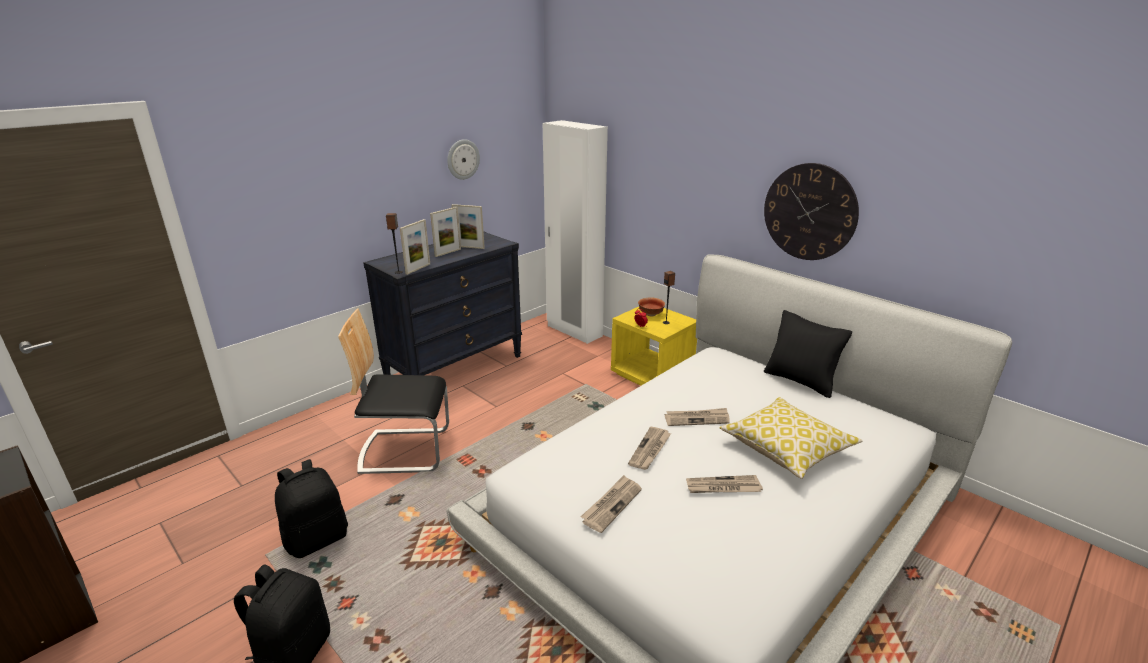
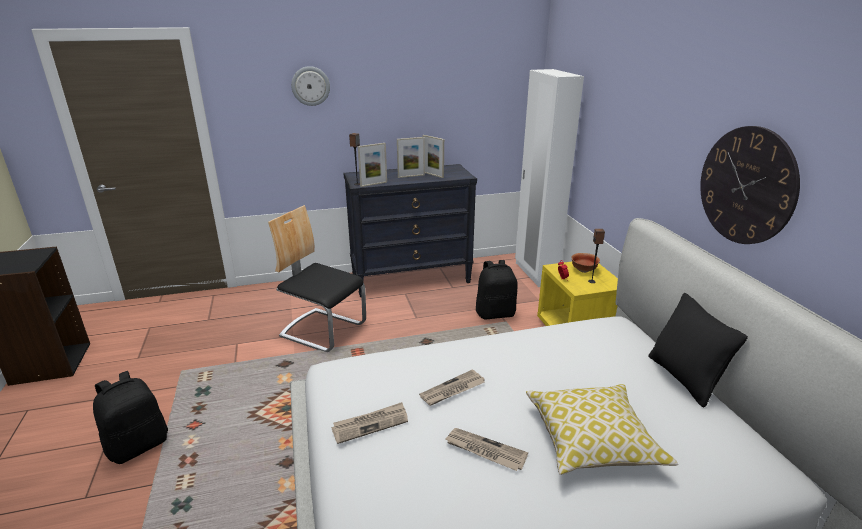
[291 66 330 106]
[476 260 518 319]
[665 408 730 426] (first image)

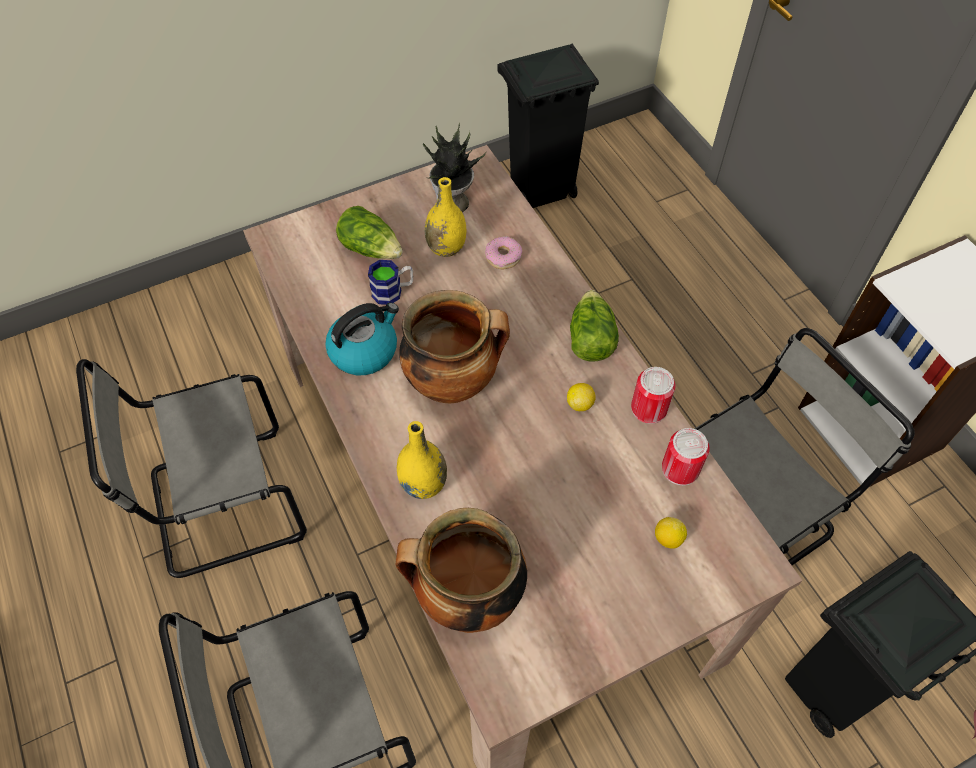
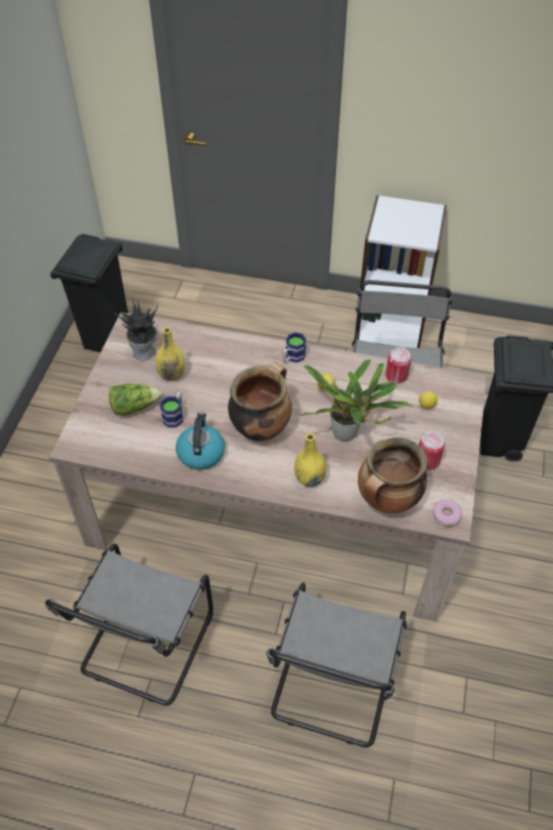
[283 332 306 363]
[299 359 412 441]
[419 431 445 470]
[433 500 462 527]

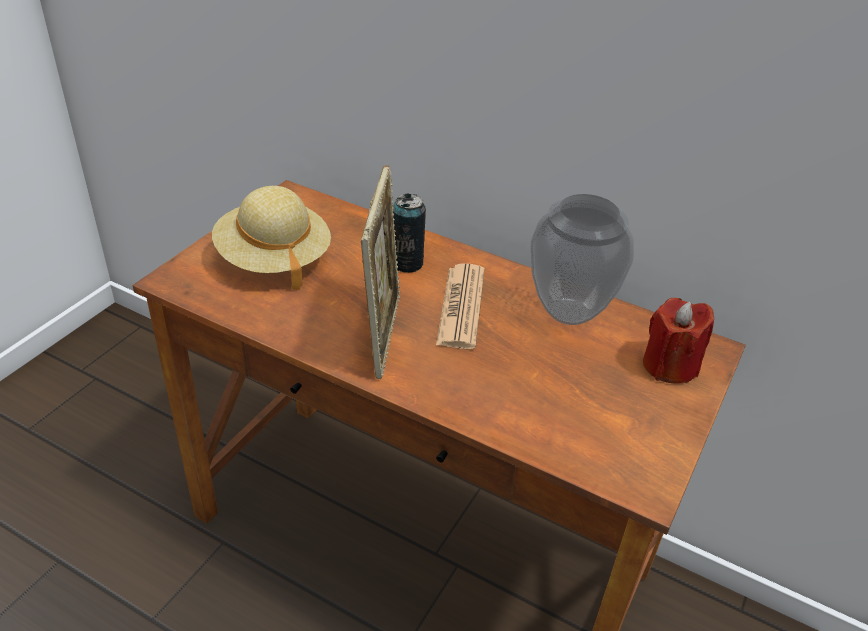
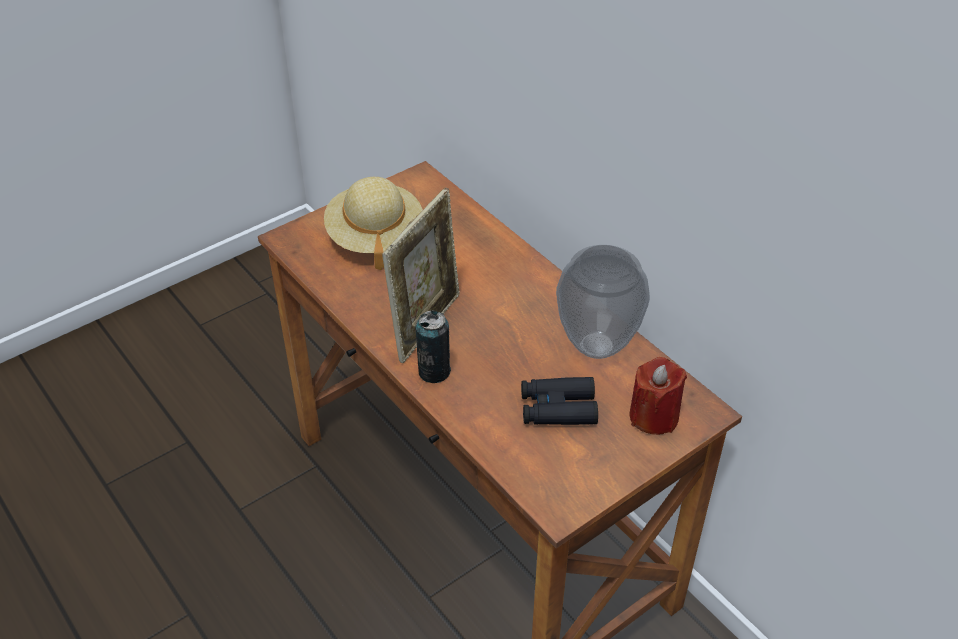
[415 310 451 383]
[521 377 598 425]
[436 263 485 349] (first image)

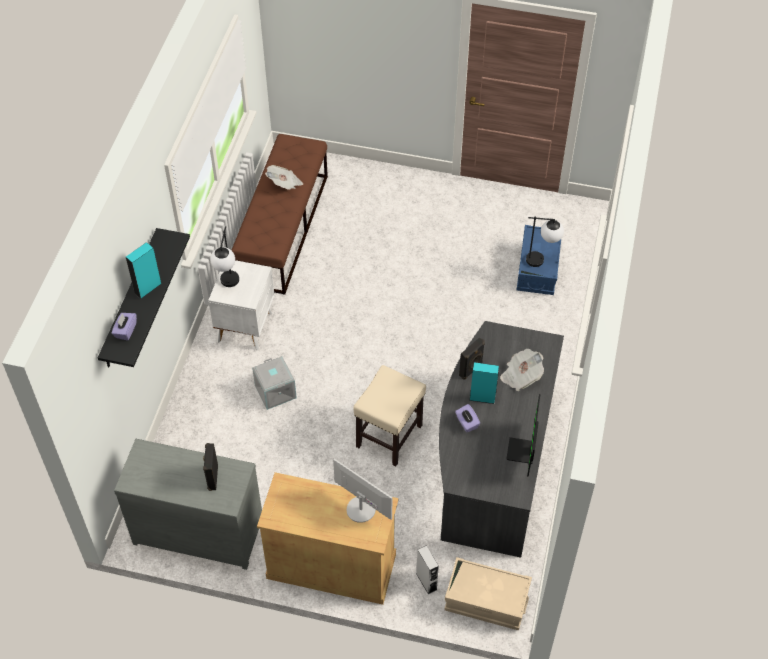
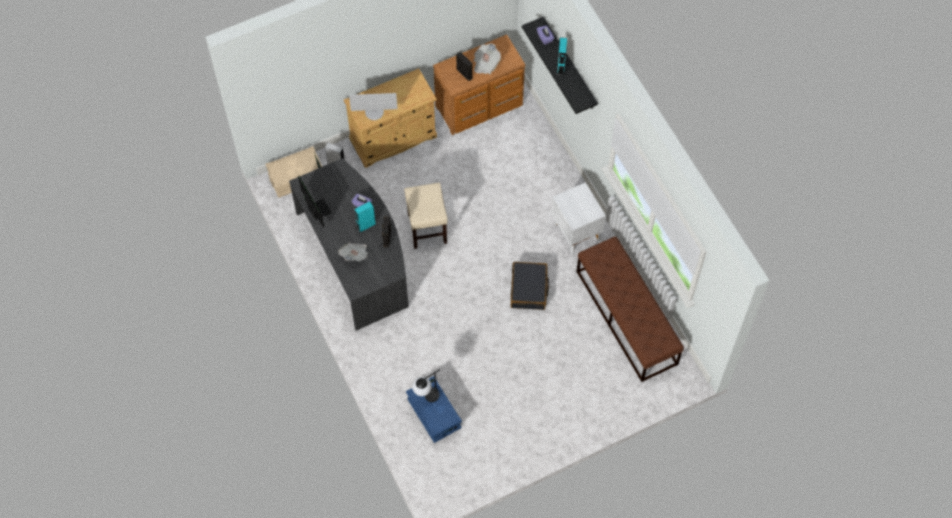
[433 34 525 135]
[473 43 501 74]
[511 262 549 310]
[210 226 239 287] (first image)
[252 356 297 410] (first image)

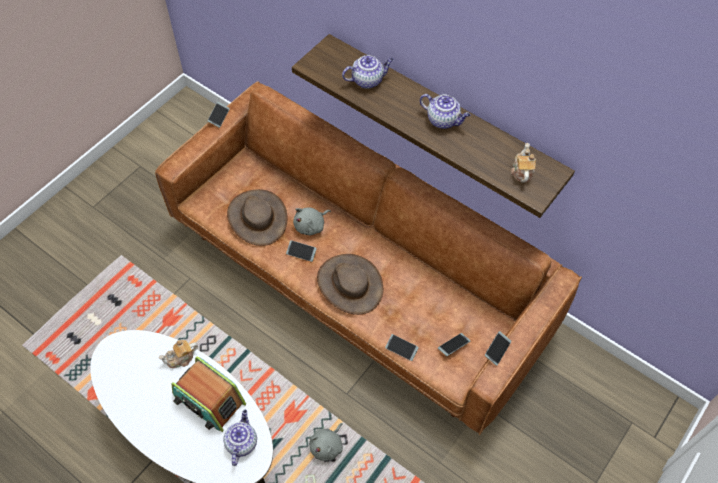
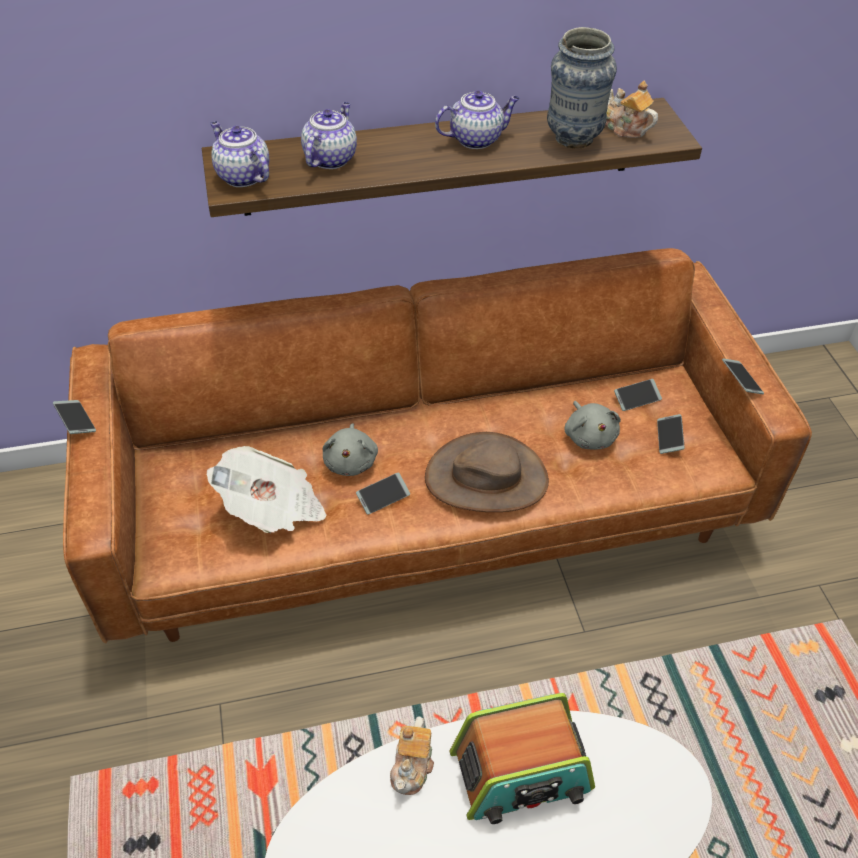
[207 446 327 533]
[210 121 269 187]
[547 27 617 148]
[564 401 621 450]
[614 379 662 411]

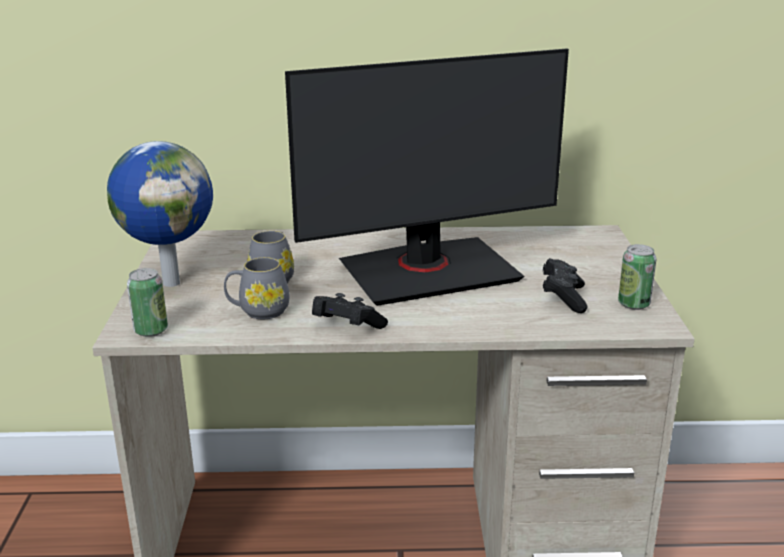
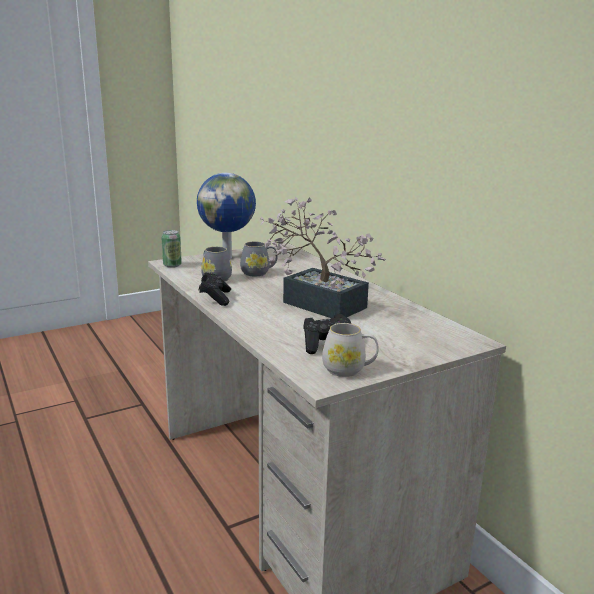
[261 197 386 318]
[322 323 379 377]

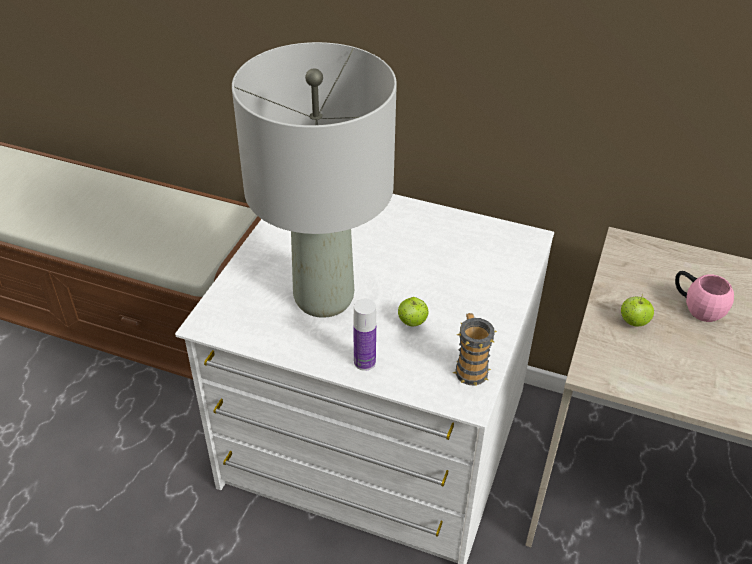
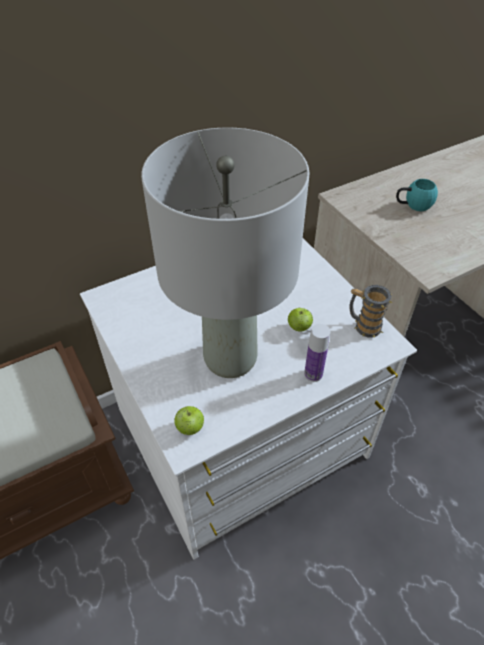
[174 406 204 435]
[396 179 438 211]

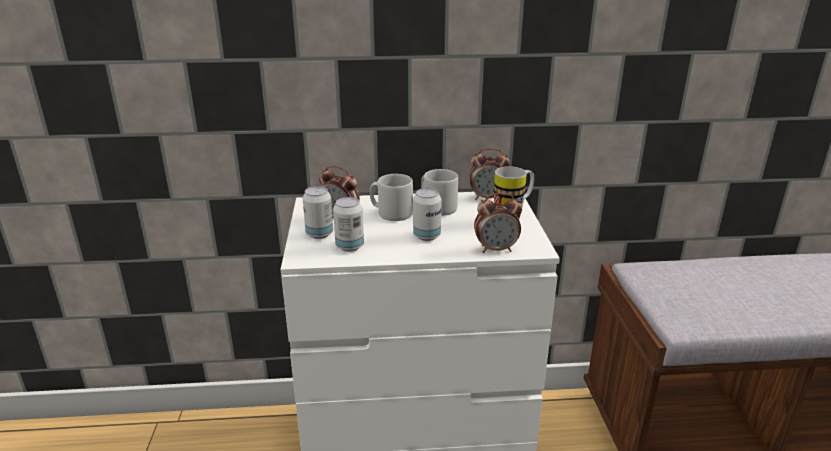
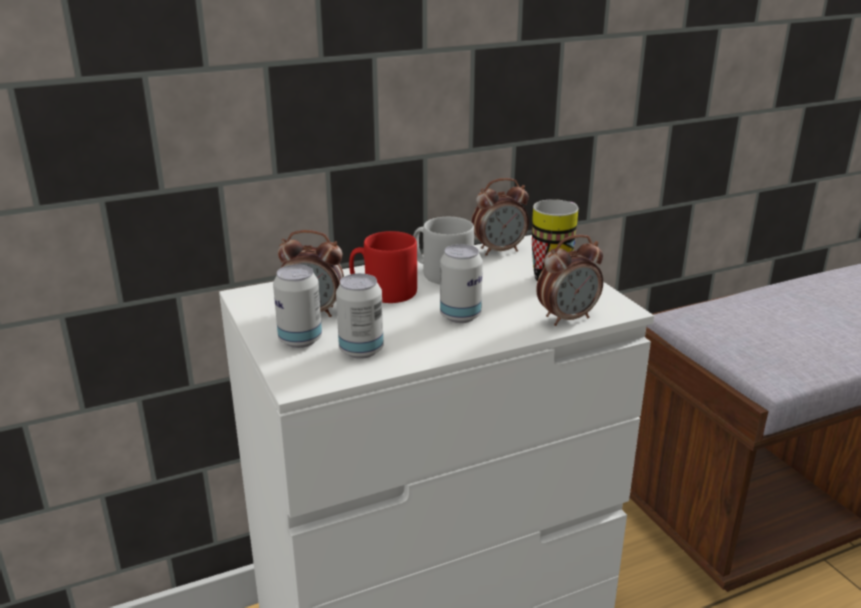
[349 231 417 303]

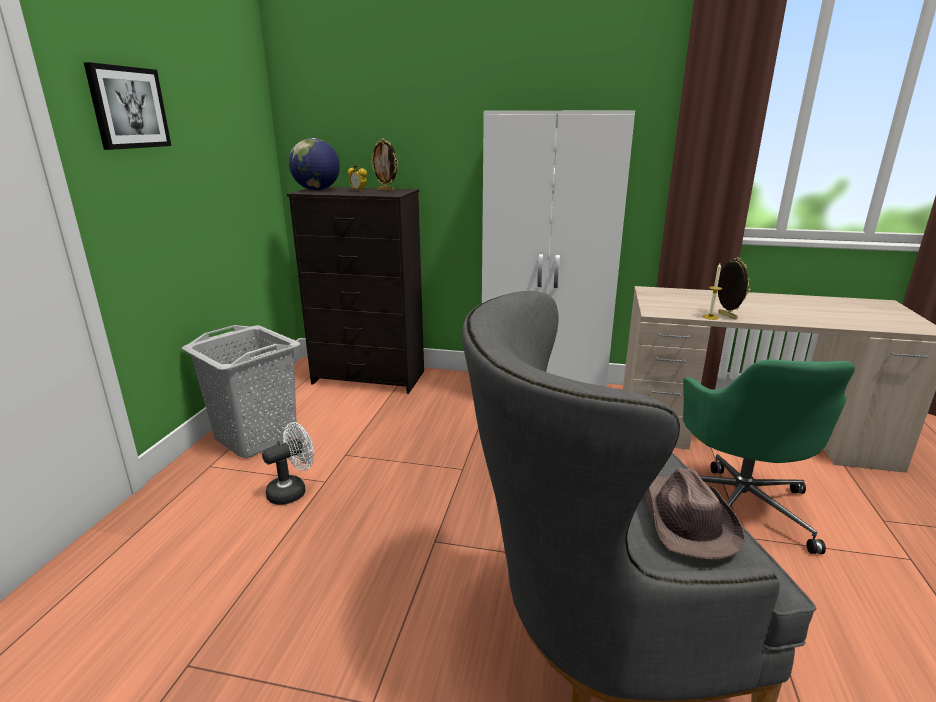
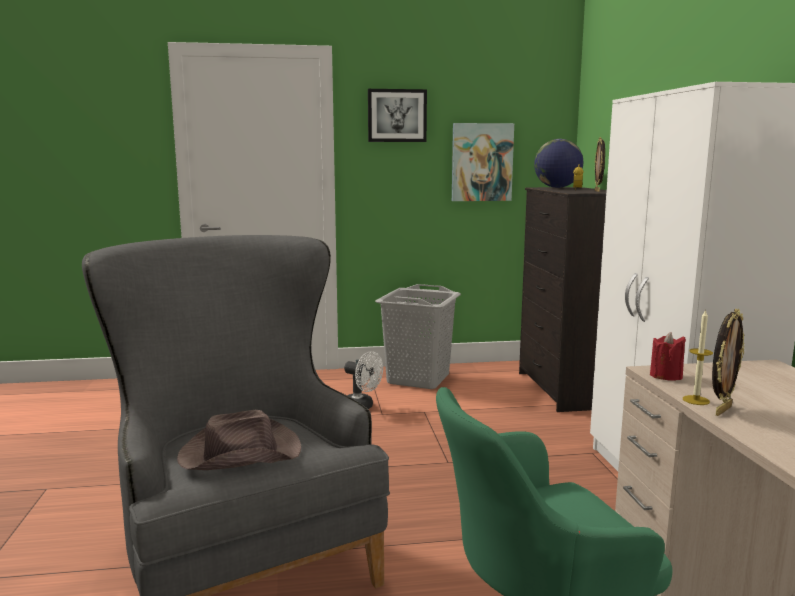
[452 123 514 201]
[650 332 686 381]

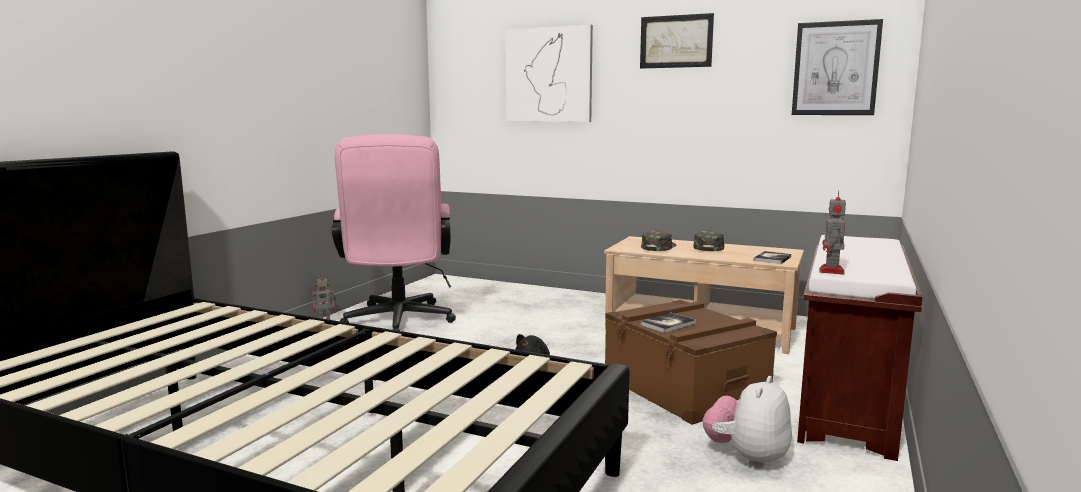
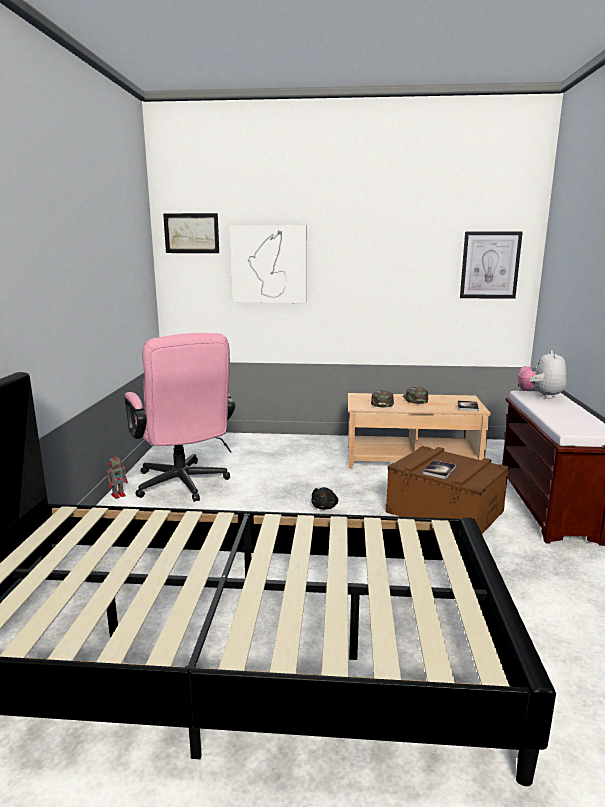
[163 213 219 253]
[518 350 566 399]
[819 190 846 274] (first image)

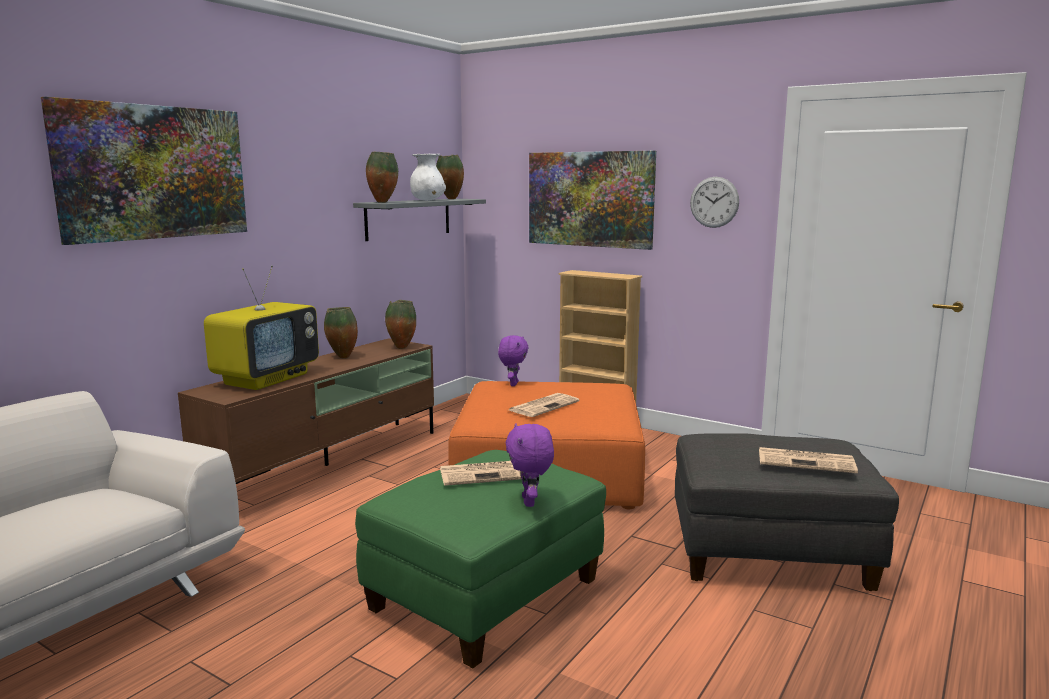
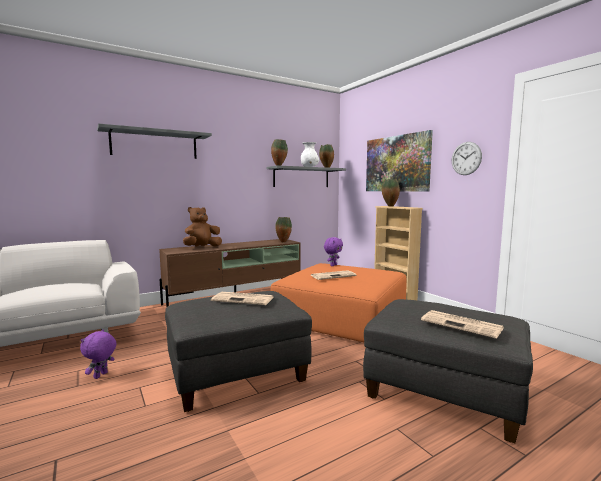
[80 330 117 379]
[97 124 212 159]
[165 291 312 412]
[183 207 222 246]
[382 179 400 207]

